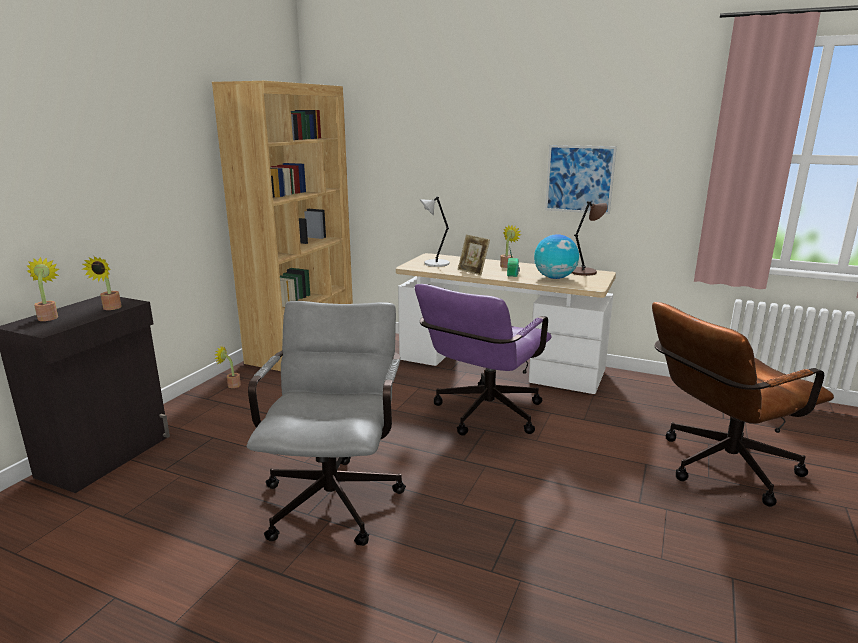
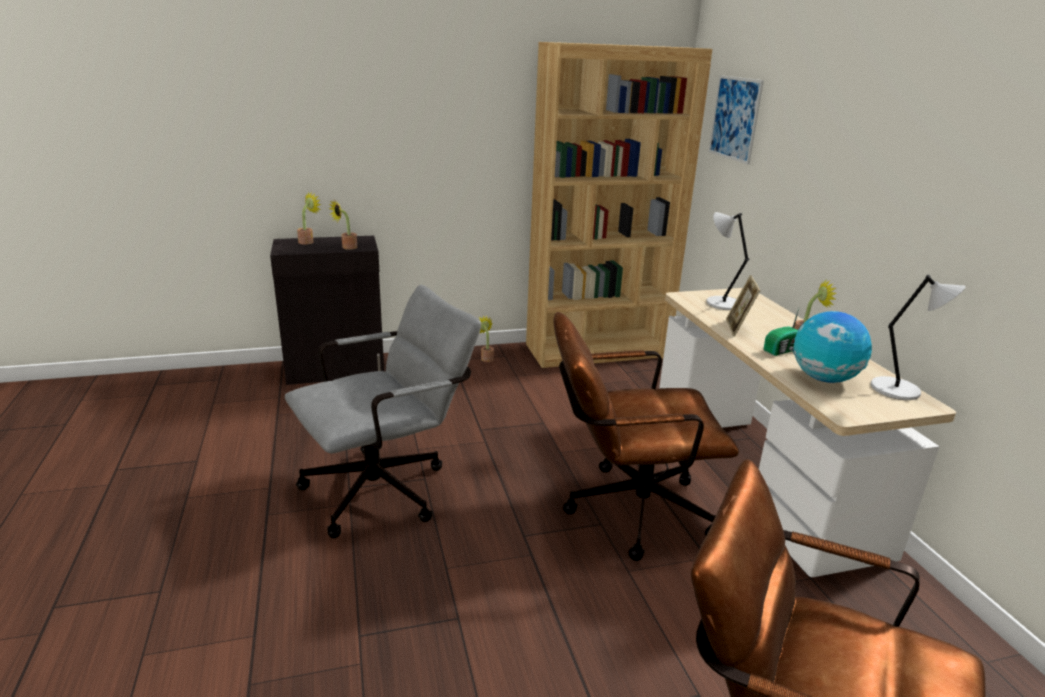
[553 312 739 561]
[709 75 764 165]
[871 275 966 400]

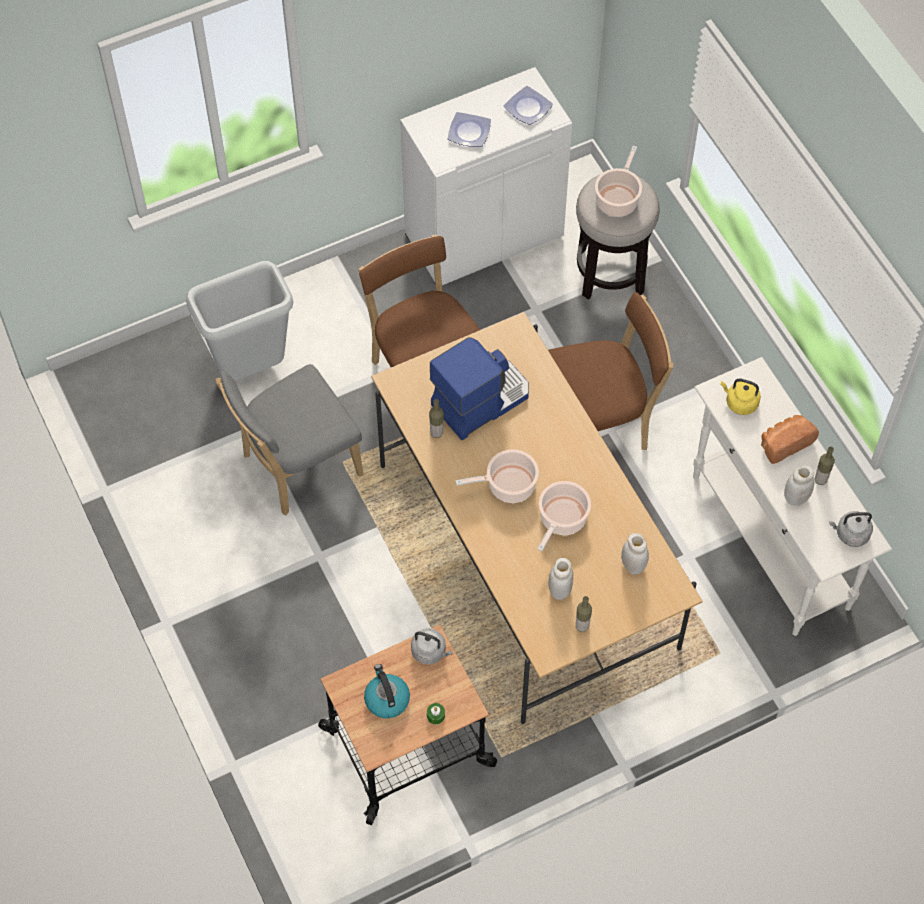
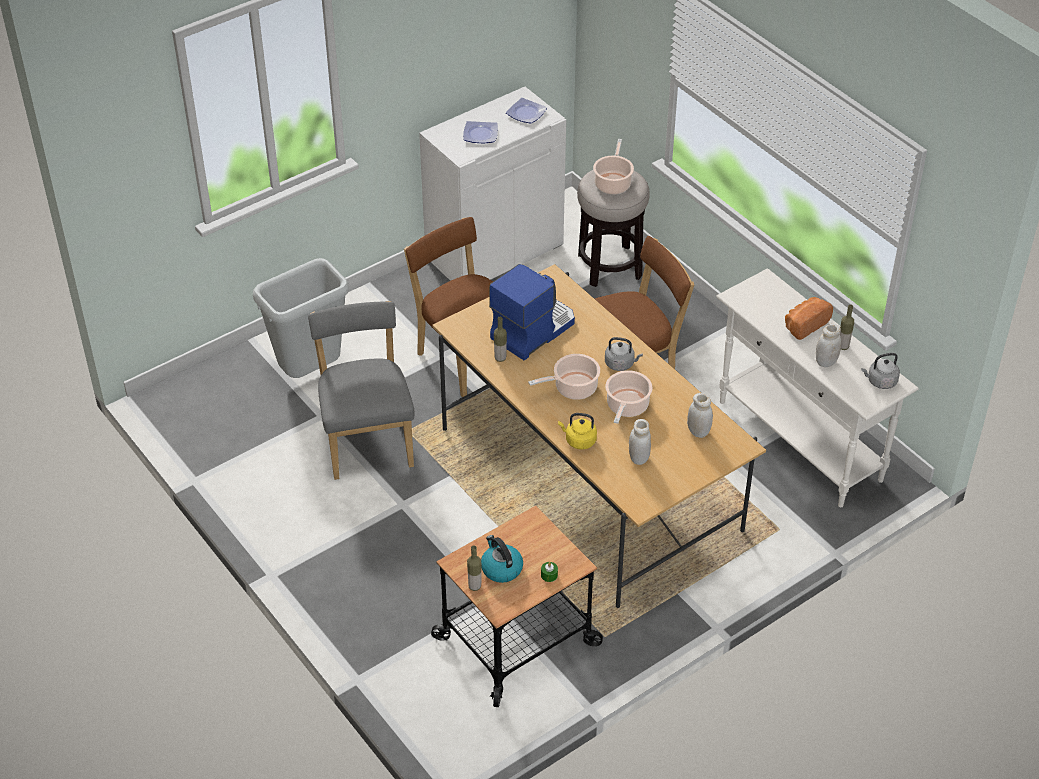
[308 301 414 480]
[467 546 481 591]
[558 413 597 449]
[605 337 643 371]

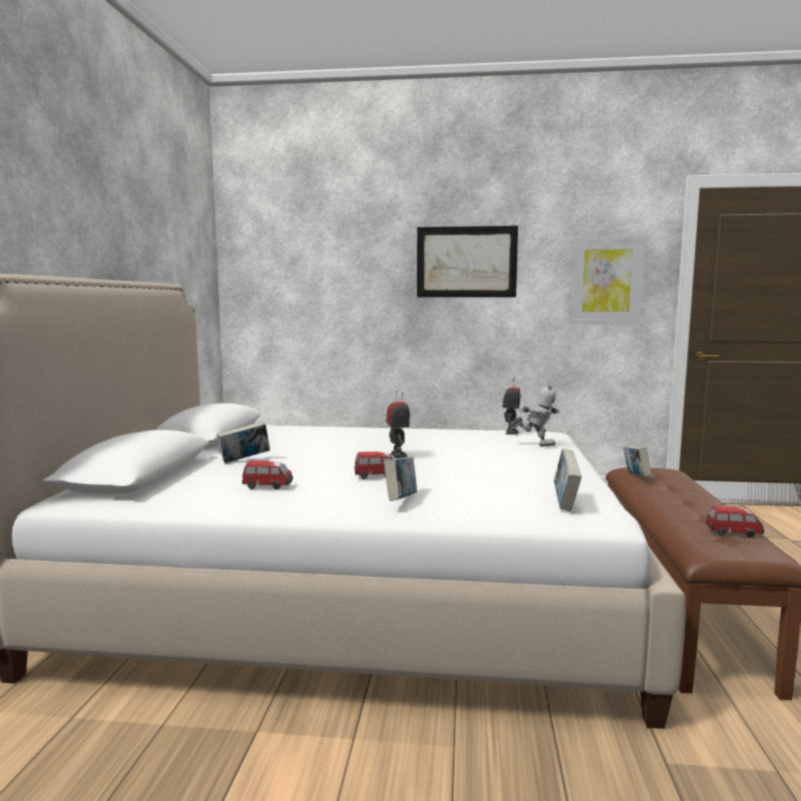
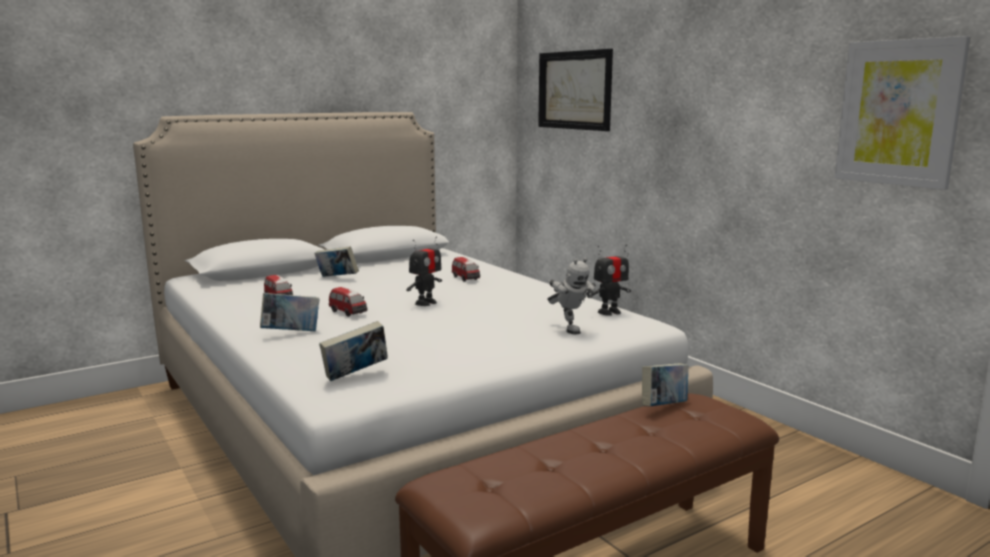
[452 257 480 282]
[538 49 613 131]

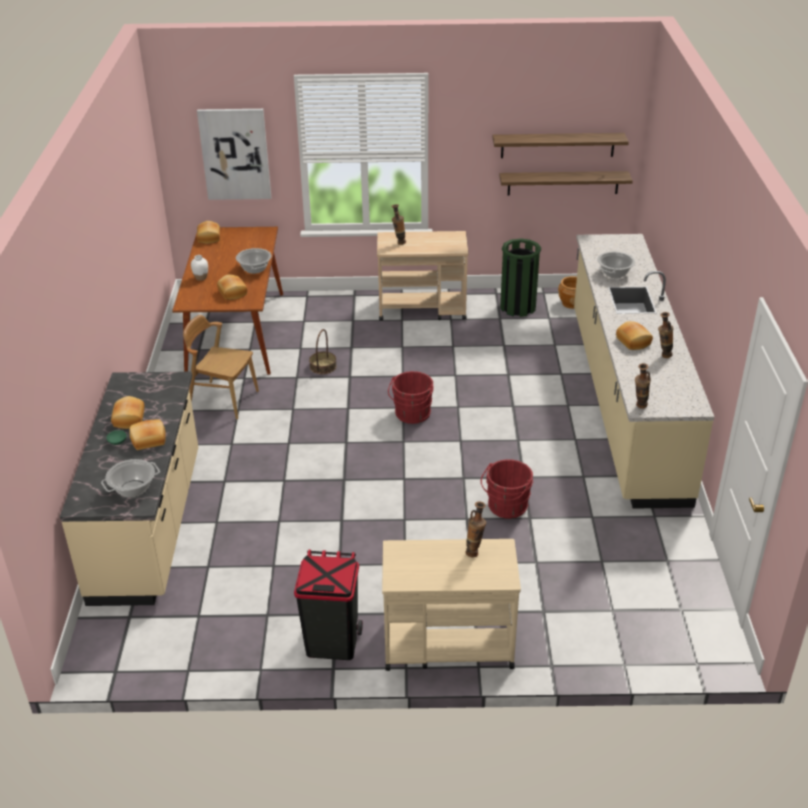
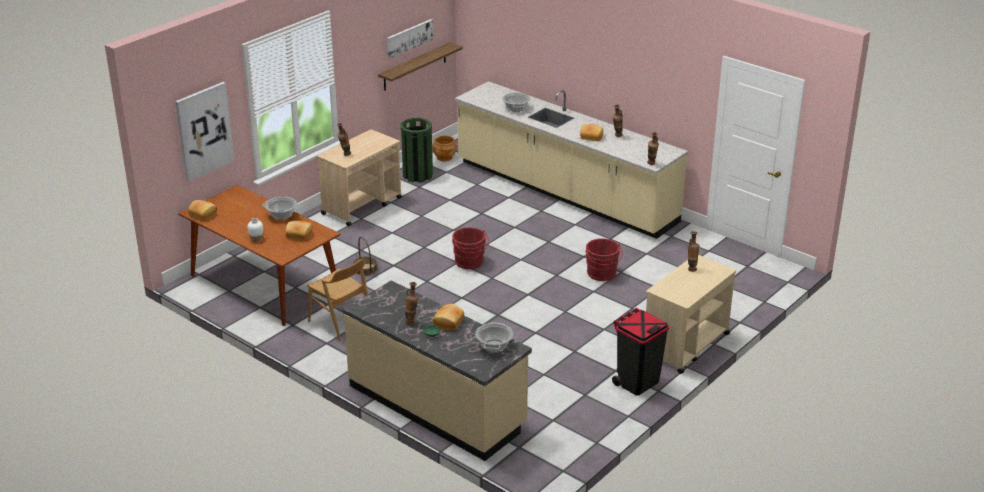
[307 259 368 341]
[387 19 433 59]
[405 282 419 325]

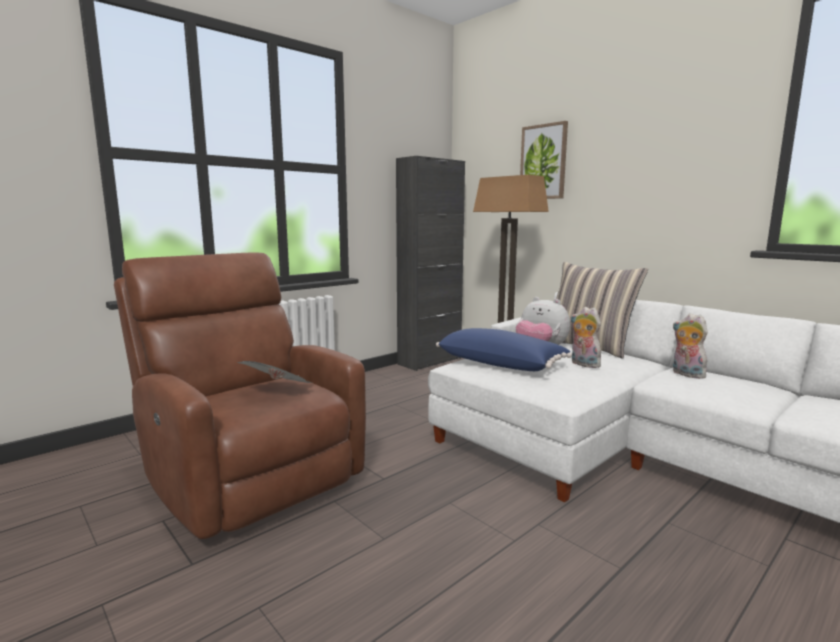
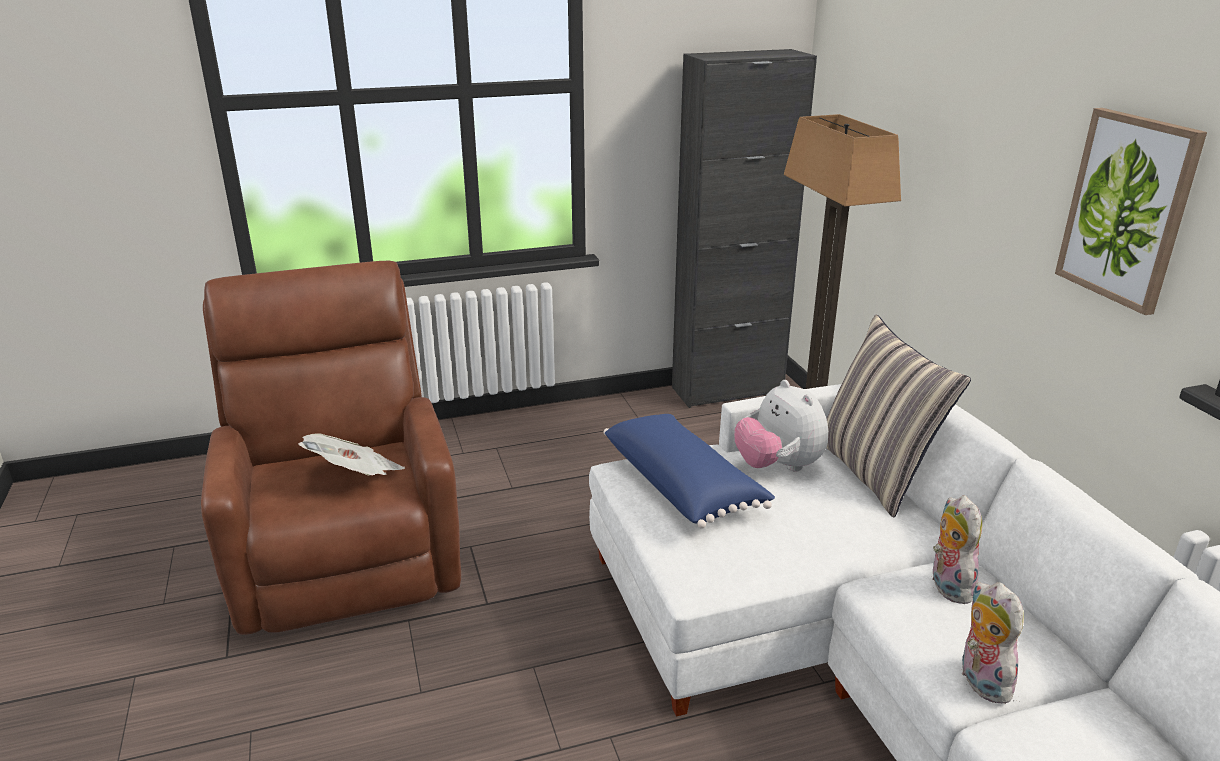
[962 582 1024 704]
[1055 108 1207 315]

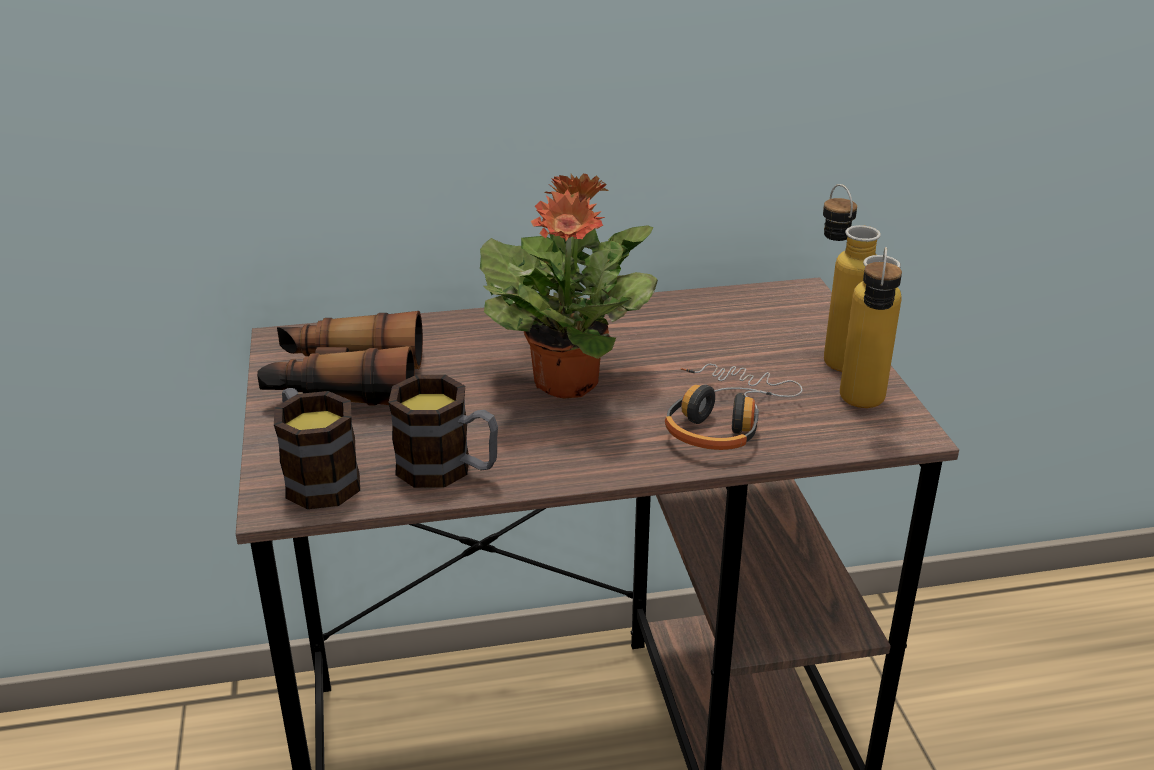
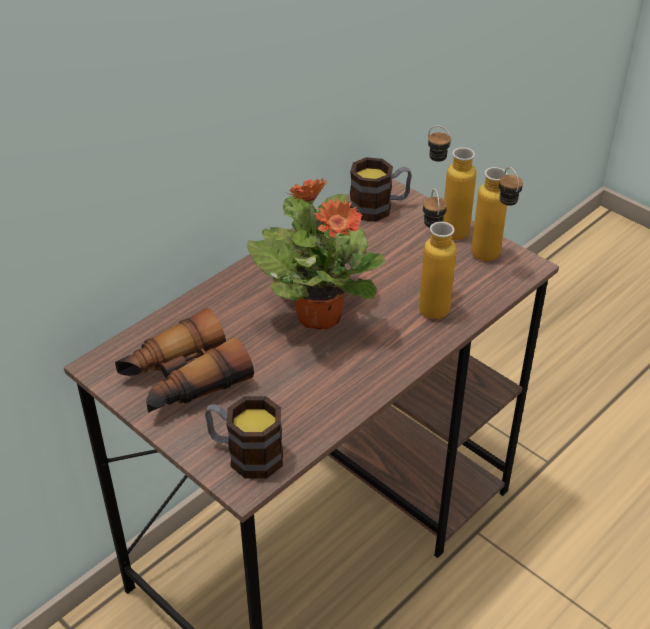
[350 157 412 222]
[419 189 456 319]

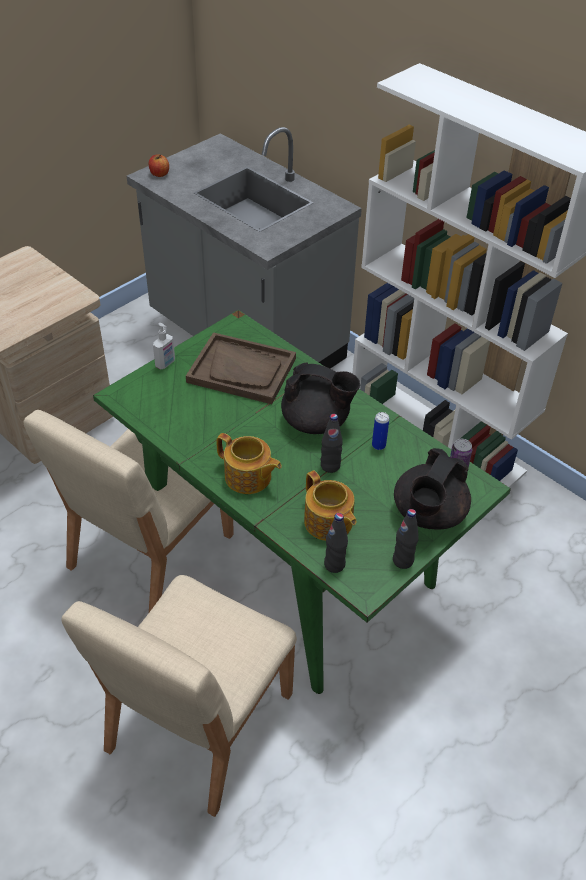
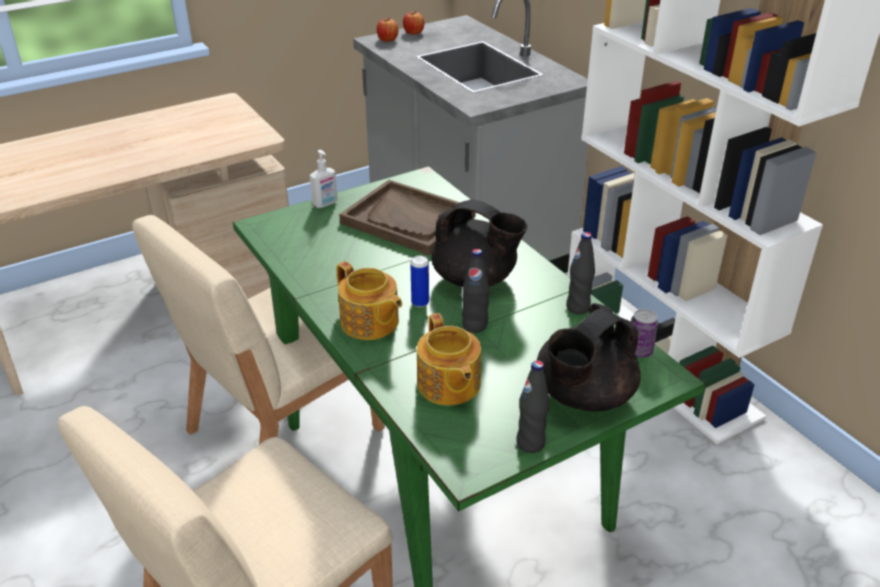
[403 11 424 35]
[410 255 429 307]
[566 232 595 314]

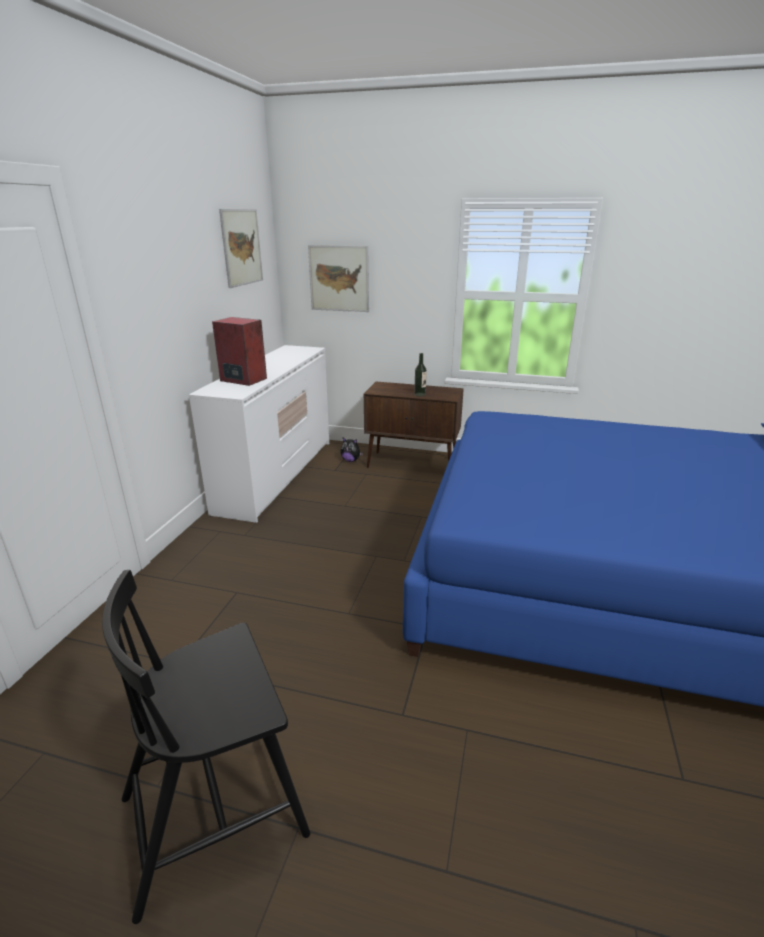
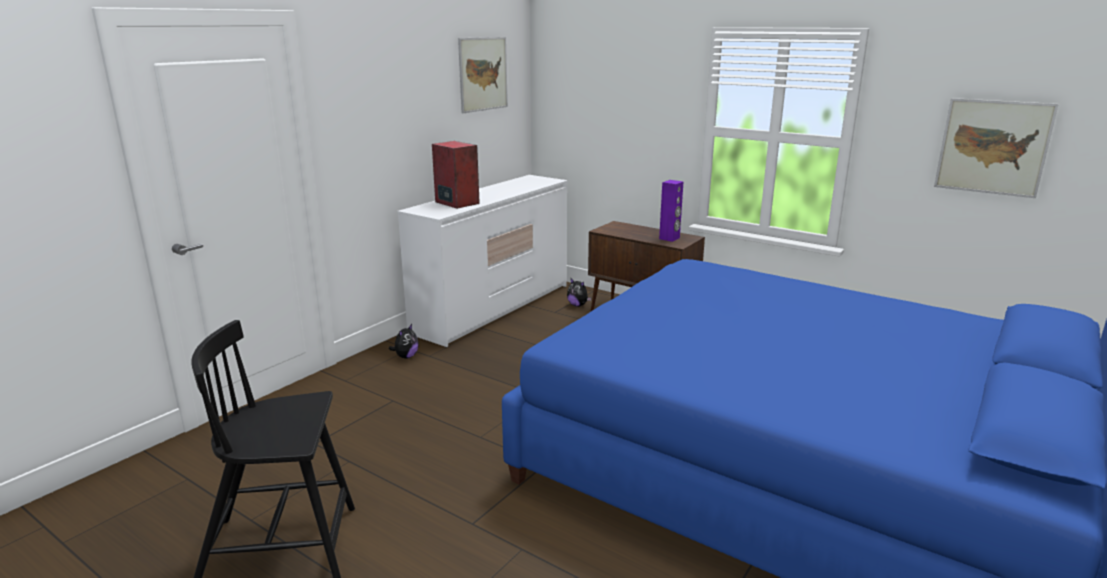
[389 324 419 359]
[659 180 684 242]
[934 98 1059 198]
[414 353 427 396] (first image)

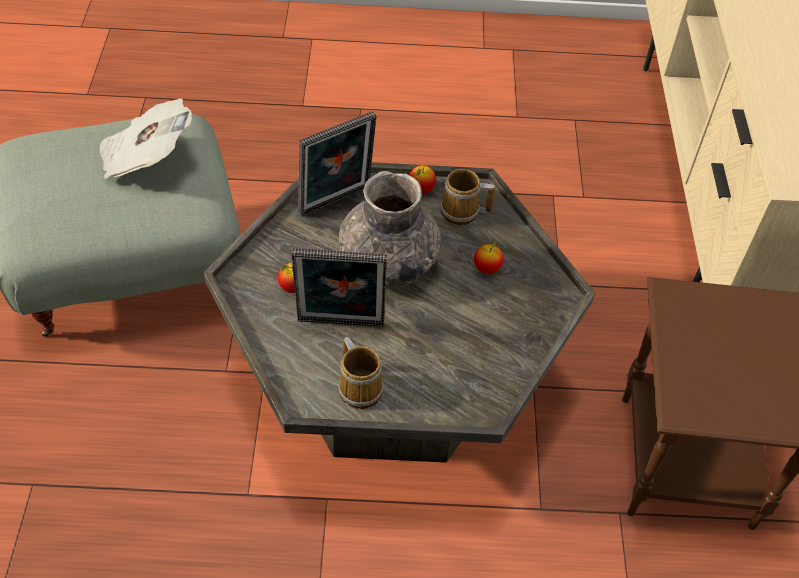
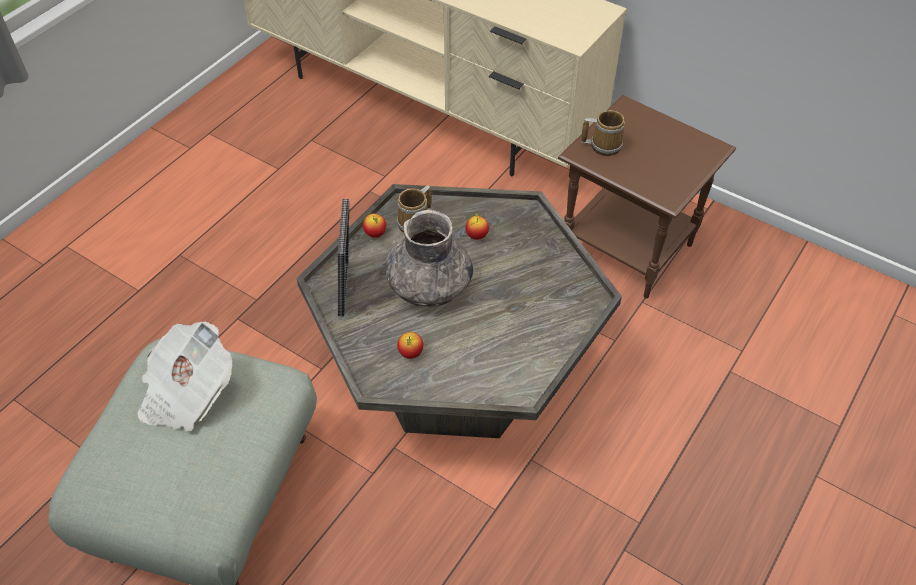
[582 110 625 156]
[292 248 387 327] (first image)

